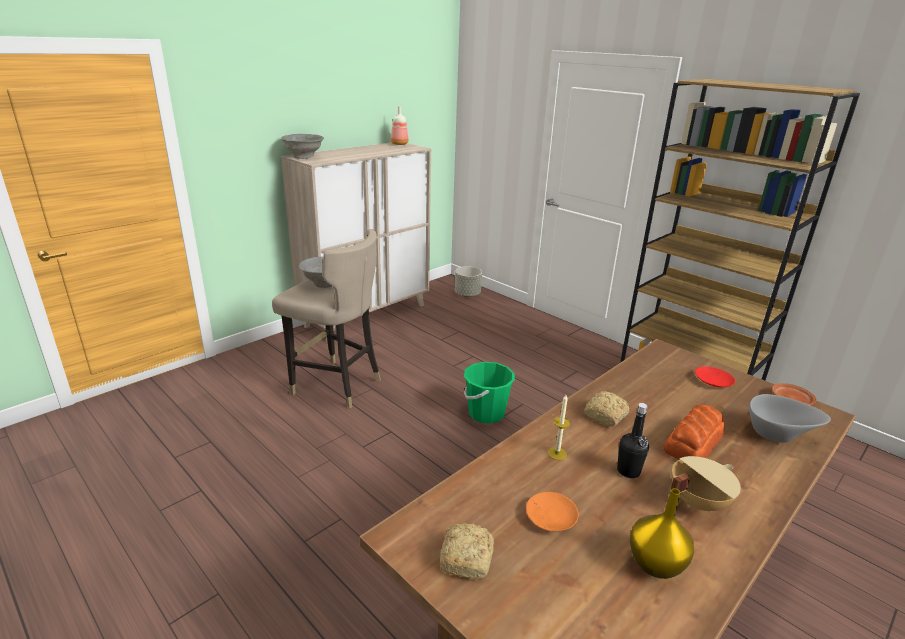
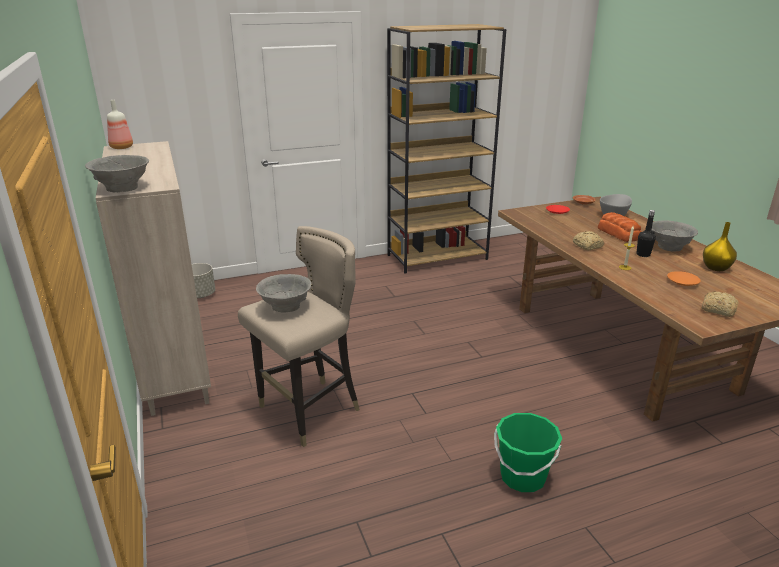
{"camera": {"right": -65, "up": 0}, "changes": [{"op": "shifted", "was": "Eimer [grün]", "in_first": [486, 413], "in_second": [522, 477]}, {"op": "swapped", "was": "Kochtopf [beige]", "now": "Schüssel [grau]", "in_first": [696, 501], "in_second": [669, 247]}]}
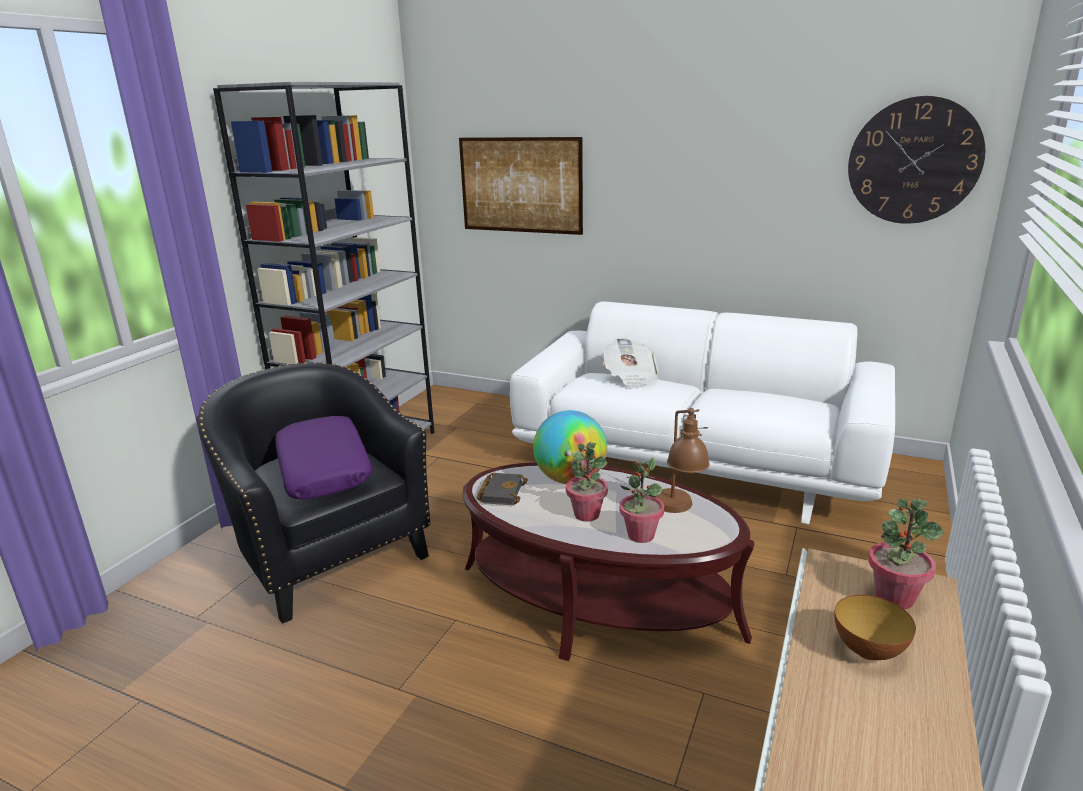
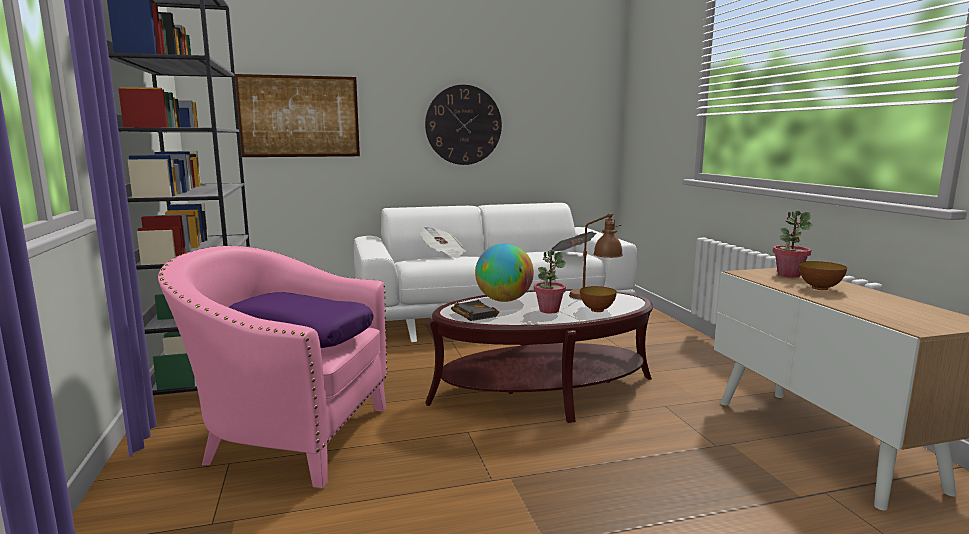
{"camera": {"right": -40, "up": -10}, "changes": [{"op": "repainted", "was": "Sessel [schwarz]", "now": "Sessel [rosa]", "in_first": [328, 555], "in_second": [288, 437]}, {"op": "swapped", "was": "Topfpflanze", "now": "Schüssel", "in_first": [640, 535], "in_second": [597, 310]}, {"op": "shifted", "was": "Wanduhr", "in_first": [914, 161], "in_second": [463, 125]}, {"op": "new", "now": "Zeitung", "in_second": [572, 254]}]}
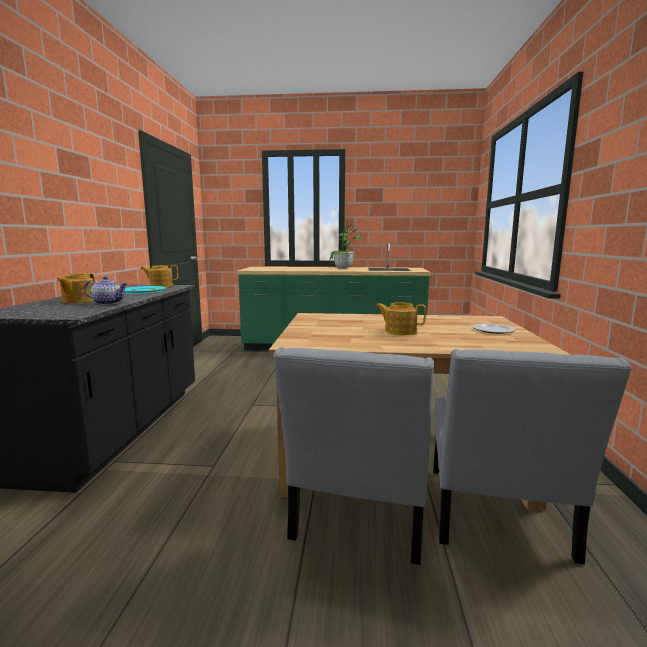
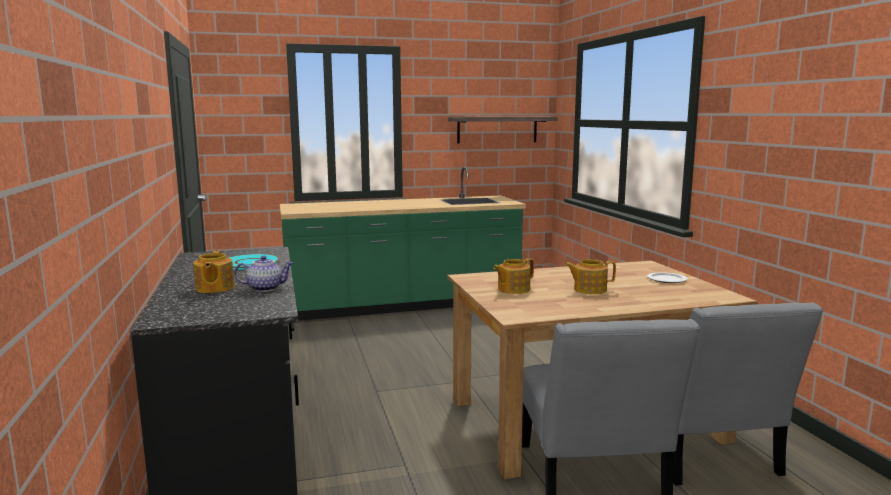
{"camera": {"right": -20, "up": 0}, "changes": [{"op": "shifted", "was": "Teekanne", "in_first": [160, 286], "in_second": [513, 289]}, {"op": "gone", "was": "Topfpflanze", "in_first": [344, 268]}, {"op": "new", "now": "Wandregal", "in_second": [497, 129]}]}
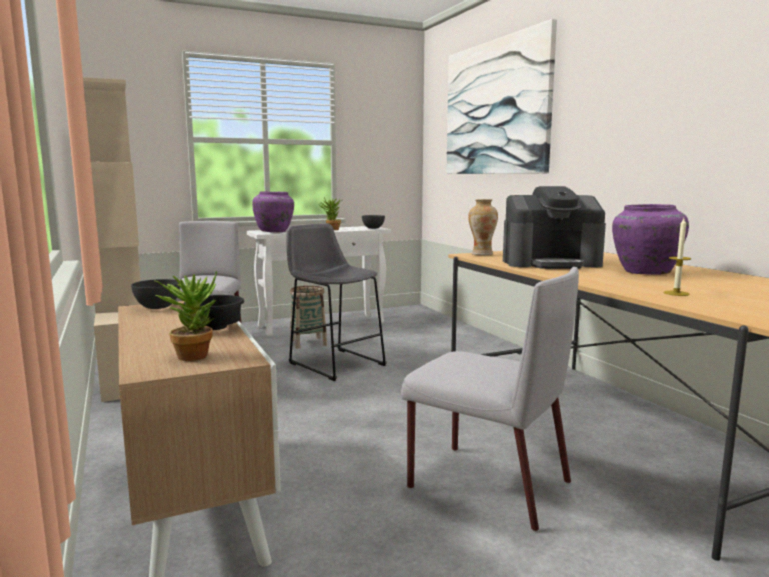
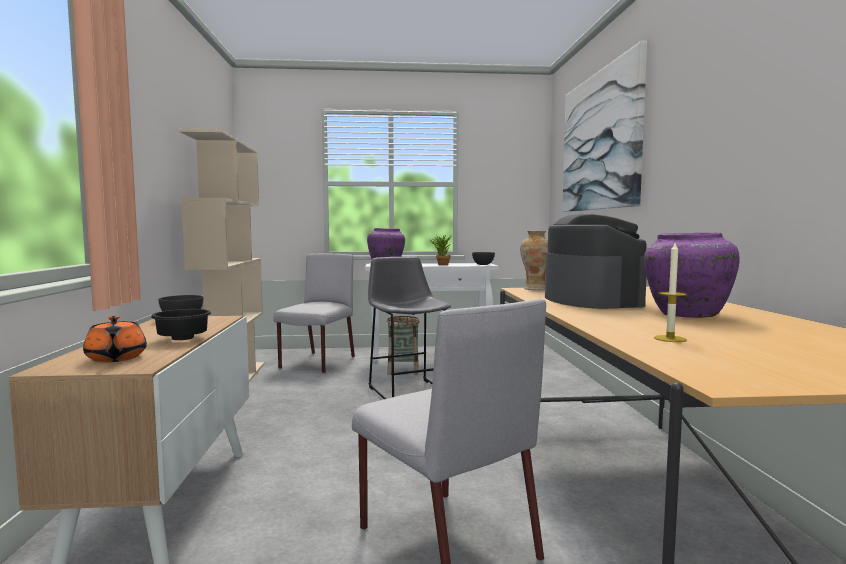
{"camera": {"right": 20, "up": -5}, "changes": [{"op": "swapped", "was": "Topfpflanze", "now": "Teekanne [orange]", "in_first": [194, 354], "in_second": [116, 358]}, {"op": "rotated", "was": "Kaffeemaschine", "in_first": [551, 263], "in_second": [591, 300], "clockwise": -120}]}
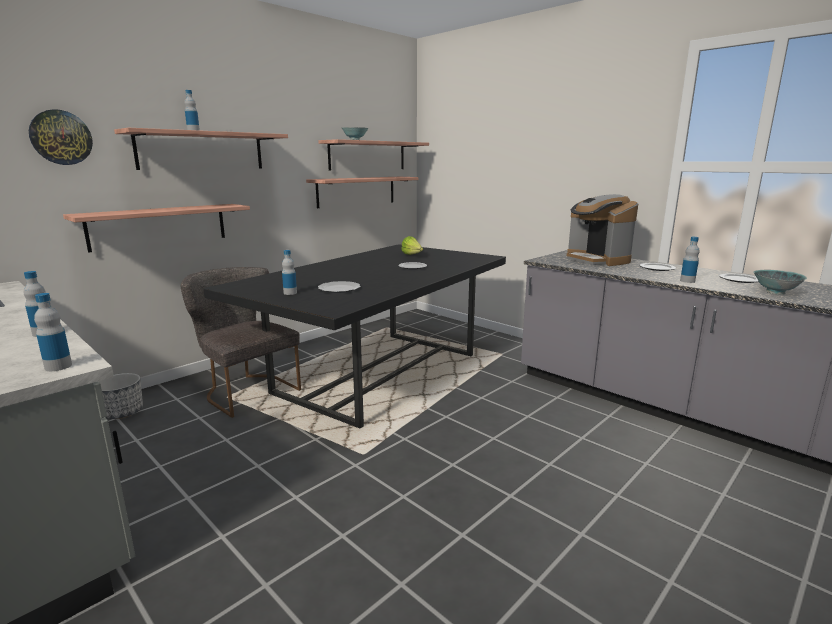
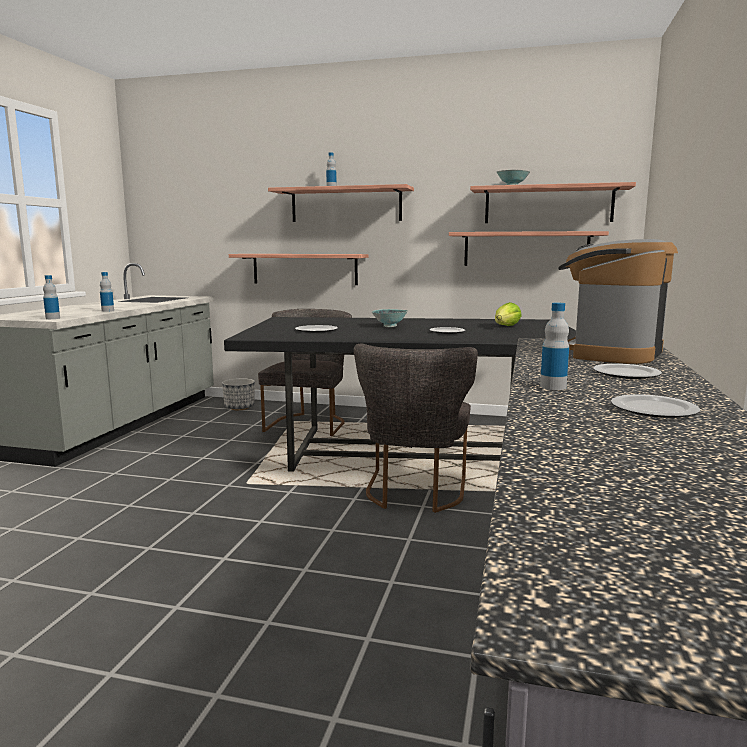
{"camera": {"right": 60, "up": -5}, "changes": [{"op": "gone", "was": "Wanduhr", "in_first": [61, 137]}, {"op": "gone", "was": "Flasche", "in_first": [290, 293]}, {"op": "shifted", "was": "Schüssel", "in_first": [775, 292], "in_second": [390, 326]}, {"op": "new", "now": "Stuhl [grau]", "in_second": [414, 493]}]}
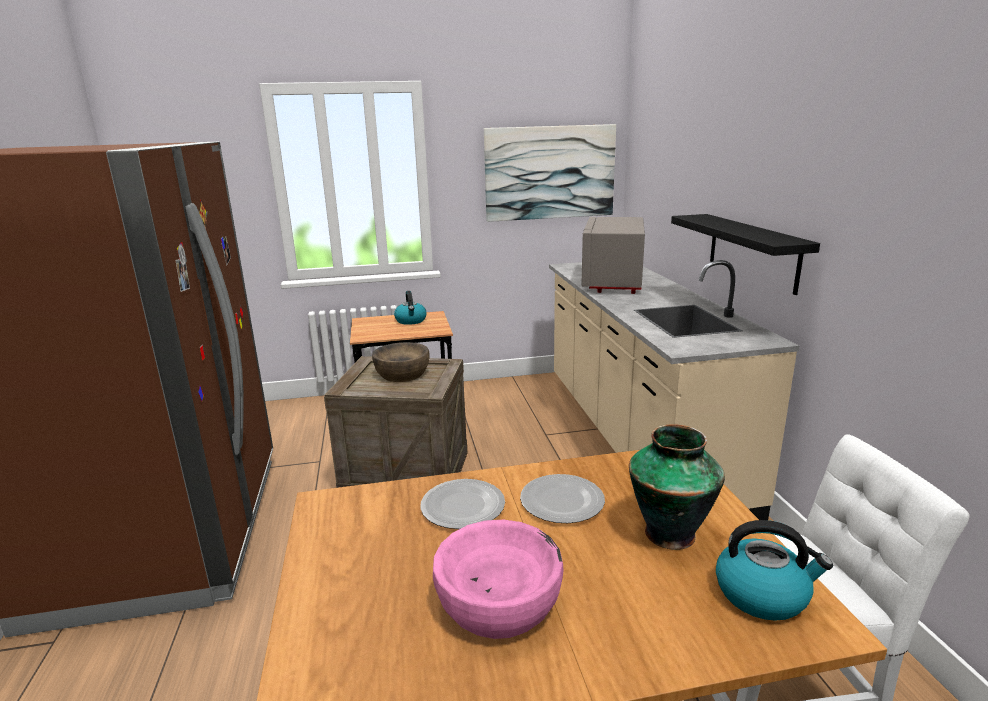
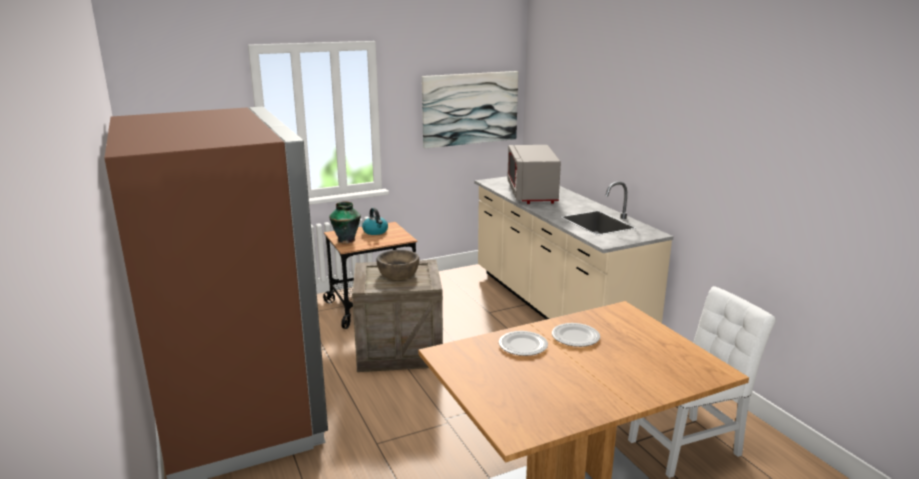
{"camera": {"right": -15, "up": 0}, "changes": [{"op": "gone", "was": "Schüssel [rosa]", "in_first": [498, 602]}, {"op": "shifted", "was": "Vase", "in_first": [669, 532], "in_second": [346, 240]}, {"op": "gone", "was": "Wandregal [schwarz]", "in_first": [752, 251]}, {"op": "gone", "was": "Wasserkessel", "in_first": [762, 594]}]}
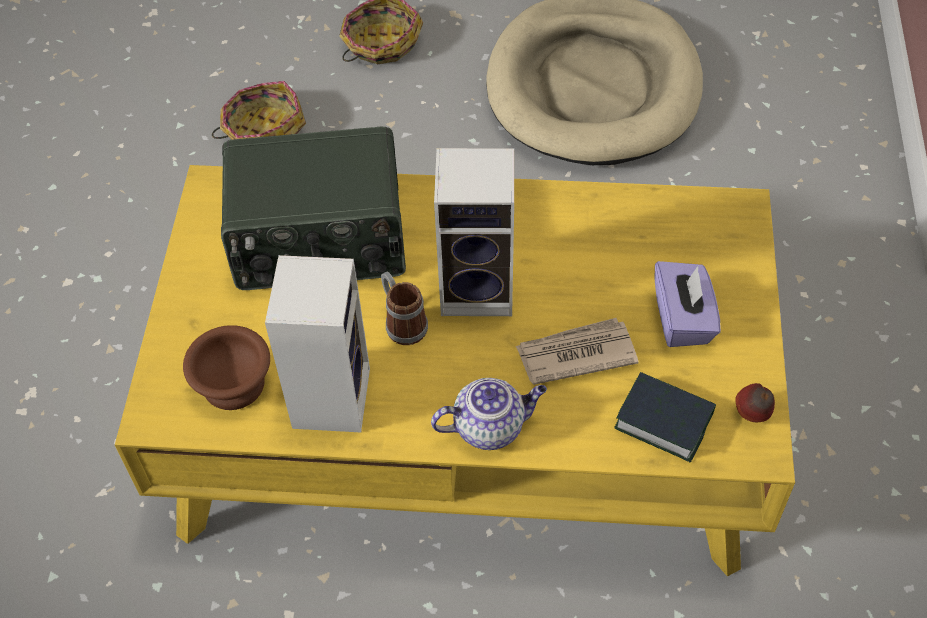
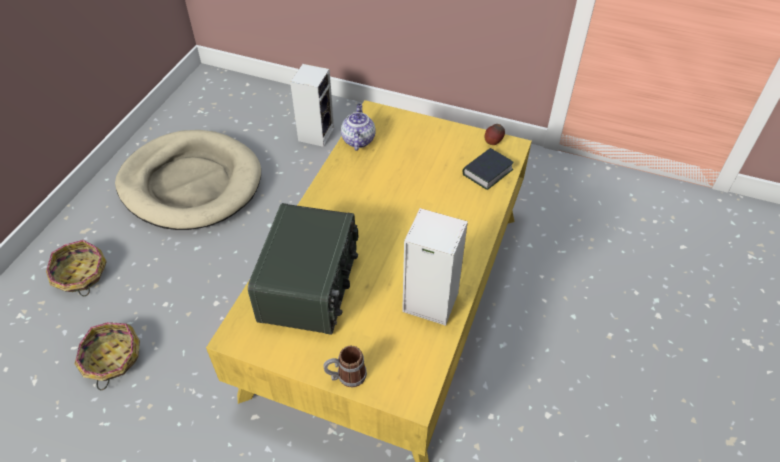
{"camera": {"right": -75, "up": -5}, "changes": [{"op": "gone", "was": "Schüssel [braun]", "in_first": [233, 386]}, {"op": "shifted", "was": "Henkelbecher", "in_first": [402, 322], "in_second": [346, 376]}, {"op": "shifted", "was": "Teekanne", "in_first": [490, 426], "in_second": [358, 140]}, {"op": "shifted", "was": "Lautsprecher", "in_first": [480, 288], "in_second": [316, 133]}, {"op": "gone", "was": "Zeitung", "in_first": [575, 354]}, {"op": "gone", "was": "Taschentuchbox [lila]", "in_first": [683, 319]}]}
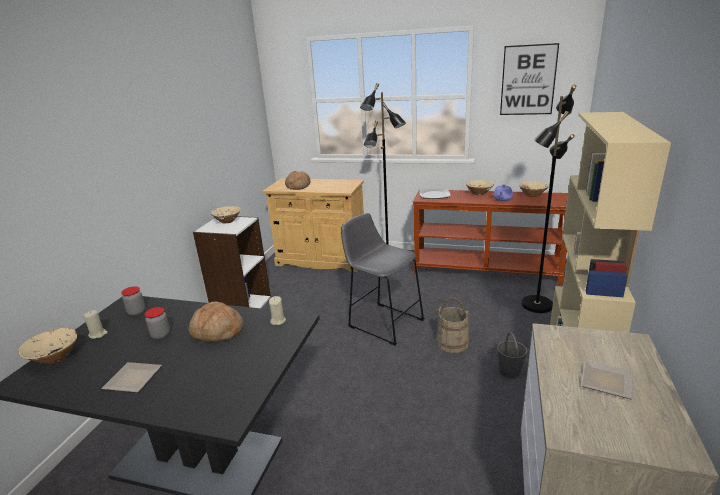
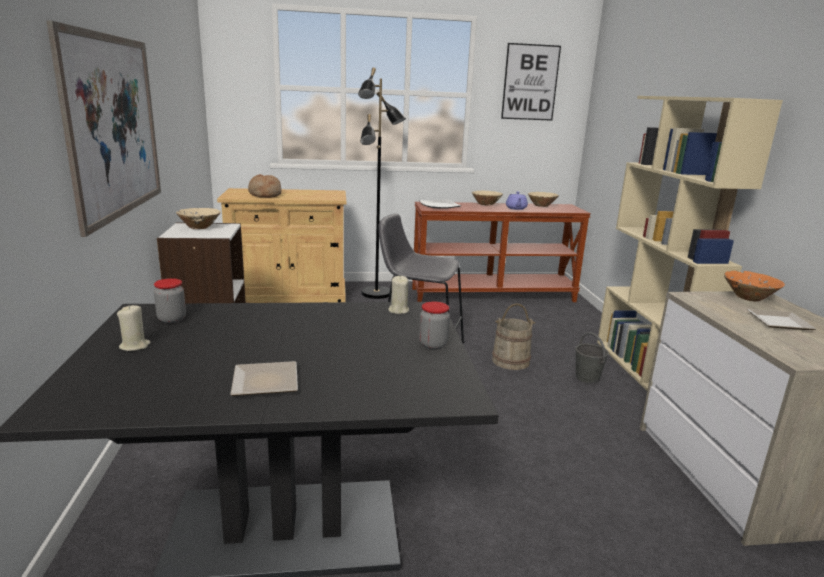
{"camera": {"right": -25, "up": -5}, "changes": [{"op": "gone", "was": "Schüssel [beige]", "in_first": [55, 358]}, {"op": "shifted", "was": "Vorratsglas", "in_first": [161, 335], "in_second": [433, 344]}, {"op": "gone", "was": "Brot", "in_first": [217, 331]}, {"op": "gone", "was": "Stehlampe [schwarz]", "in_first": [536, 304]}, {"op": "new", "now": "Bild", "in_second": [115, 126]}, {"op": "new", "now": "Schüssel [orange]", "in_second": [748, 298]}]}
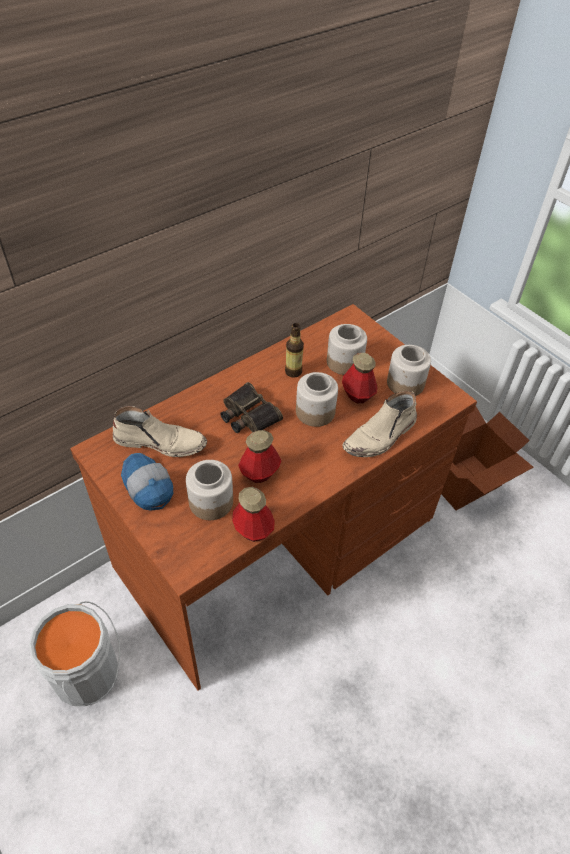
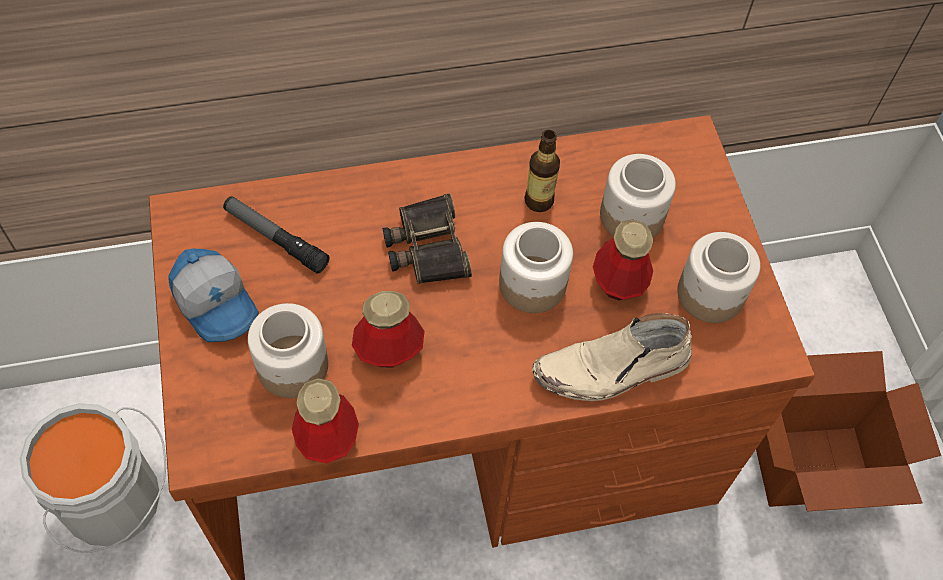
{"camera": {"right": 25, "up": 10}, "changes": [{"op": "swapped", "was": "Stiefel [beige]", "now": "Taschenlampe", "in_first": [161, 442], "in_second": [275, 238]}, {"op": "rotated", "was": "Kappe", "in_first": [147, 487], "in_second": [217, 303], "clockwise": 150}]}
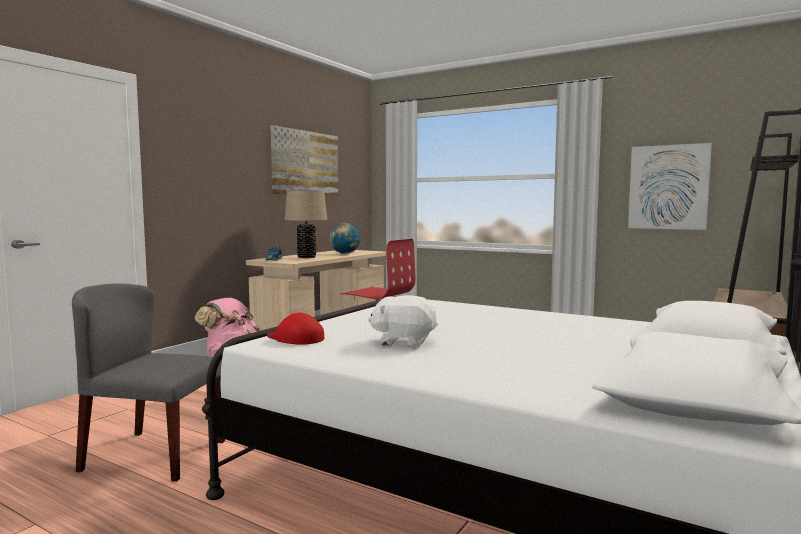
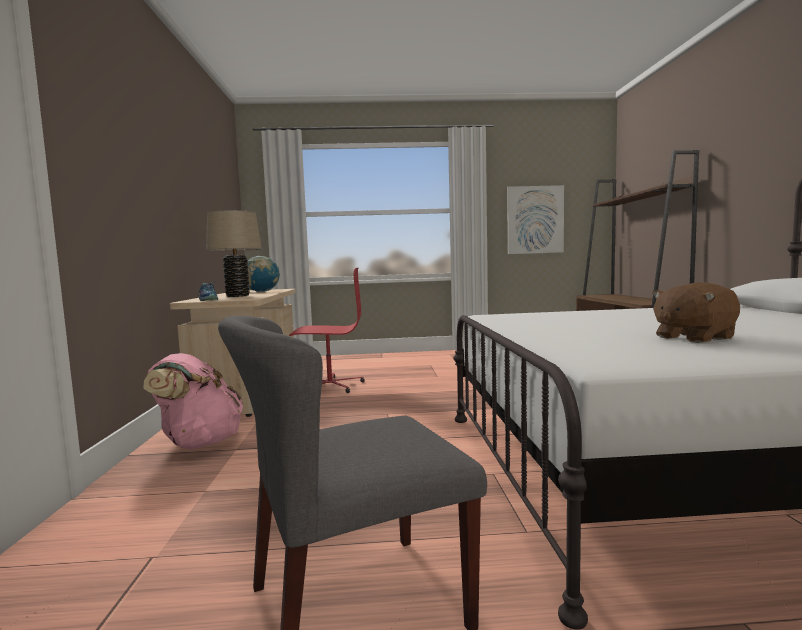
{"camera": {"right": -35, "up": 0}, "changes": [{"op": "gone", "was": "Kappe [rot]", "in_first": [295, 338]}, {"op": "gone", "was": "Bild", "in_first": [306, 163]}, {"op": "repainted", "was": "Plüschtier [weiß]", "now": "Plüschtier [braun]", "in_first": [404, 342], "in_second": [693, 338]}]}
